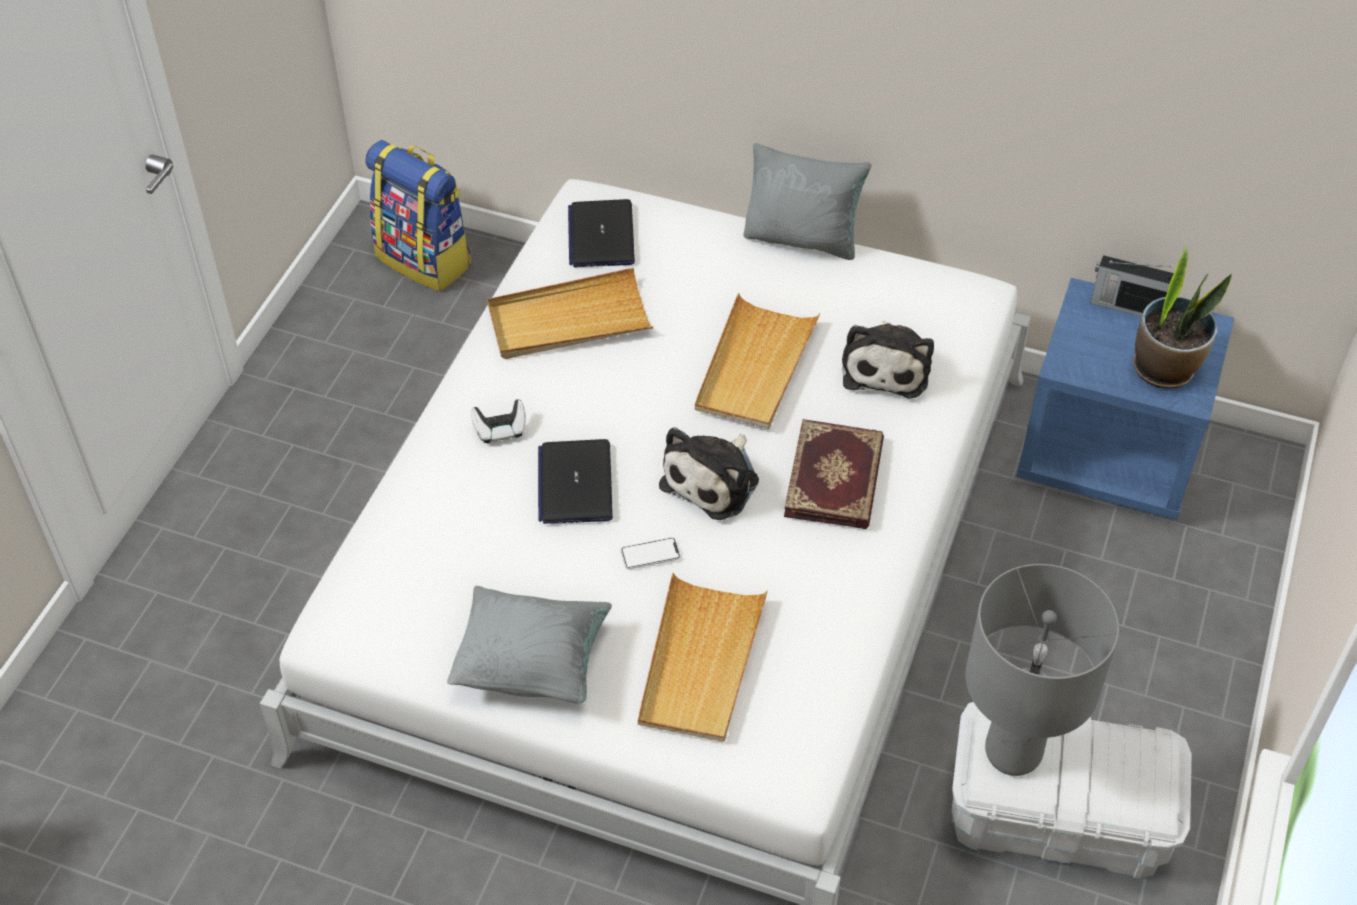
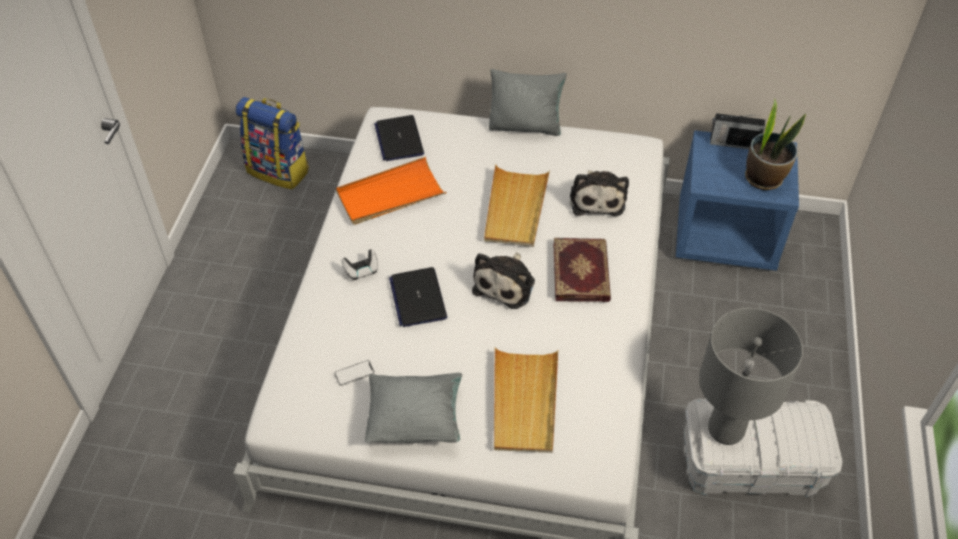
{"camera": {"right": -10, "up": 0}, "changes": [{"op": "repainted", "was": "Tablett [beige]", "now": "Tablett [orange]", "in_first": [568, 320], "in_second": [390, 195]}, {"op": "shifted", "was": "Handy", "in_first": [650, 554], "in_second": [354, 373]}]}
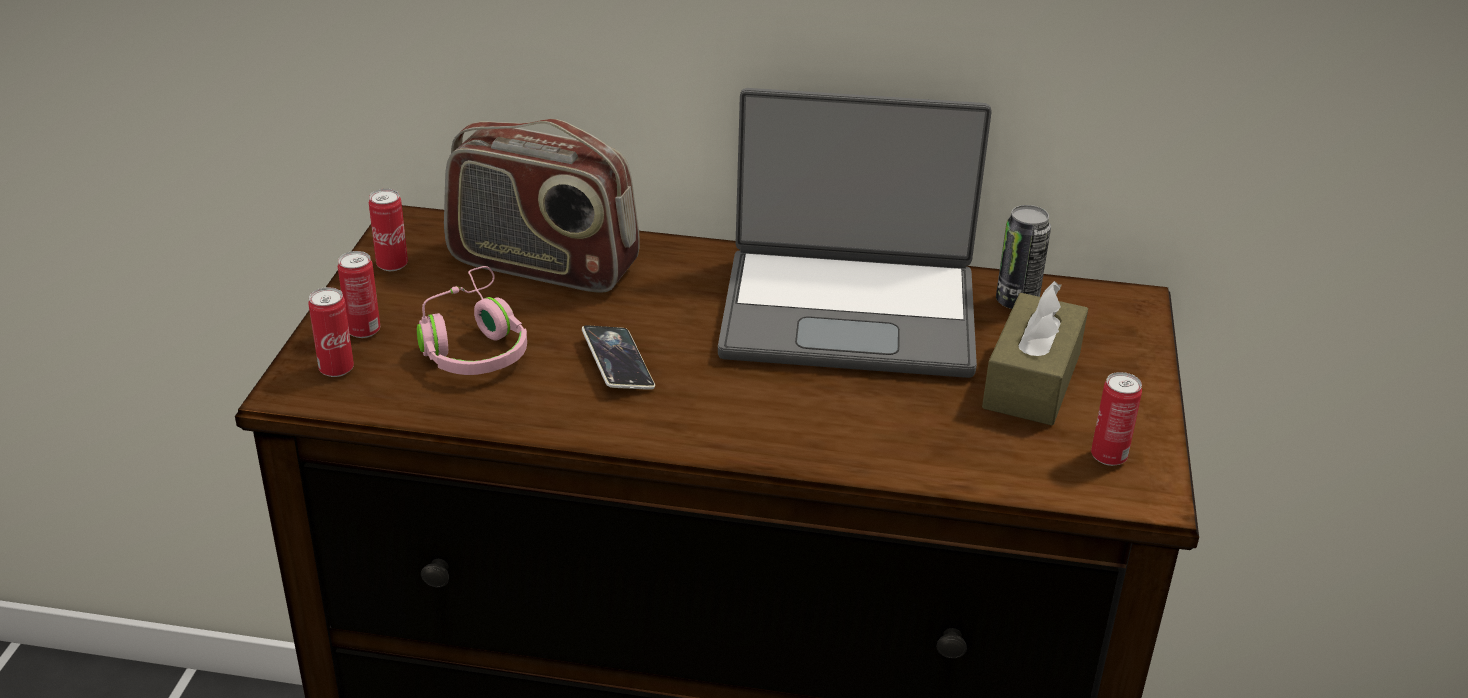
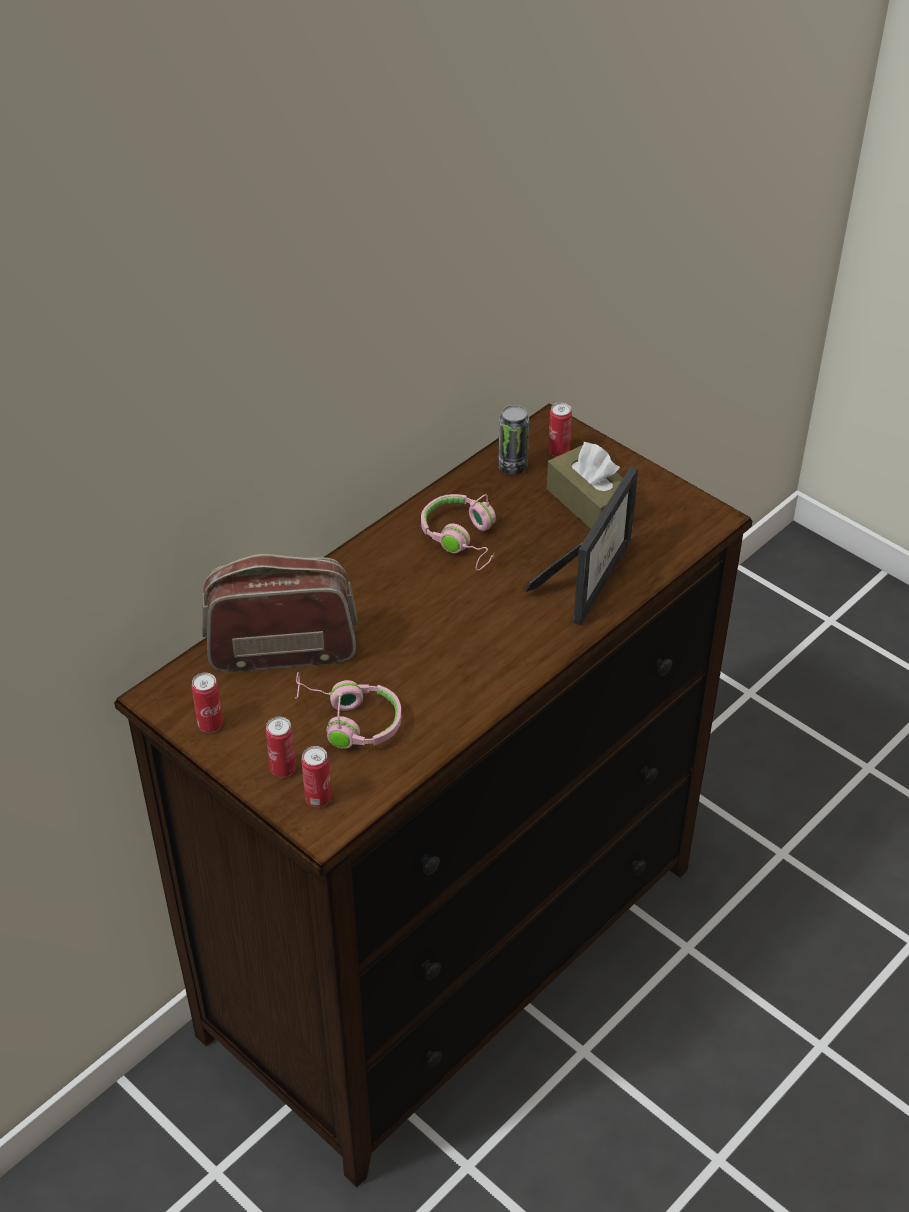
{"camera": {"right": -55, "up": 10}, "changes": [{"op": "rotated", "was": "Radio", "in_first": [542, 265], "in_second": [282, 650], "clockwise": -150}, {"op": "gone", "was": "Handy", "in_first": [618, 363]}, {"op": "swapped", "was": "Laptop", "now": "Kopfhörer [rosa]", "in_first": [849, 313], "in_second": [463, 539]}, {"op": "shifted", "was": "Dose", "in_first": [1108, 457], "in_second": [558, 452]}, {"op": "new", "now": "Bilderrahmen", "in_second": [591, 576]}]}
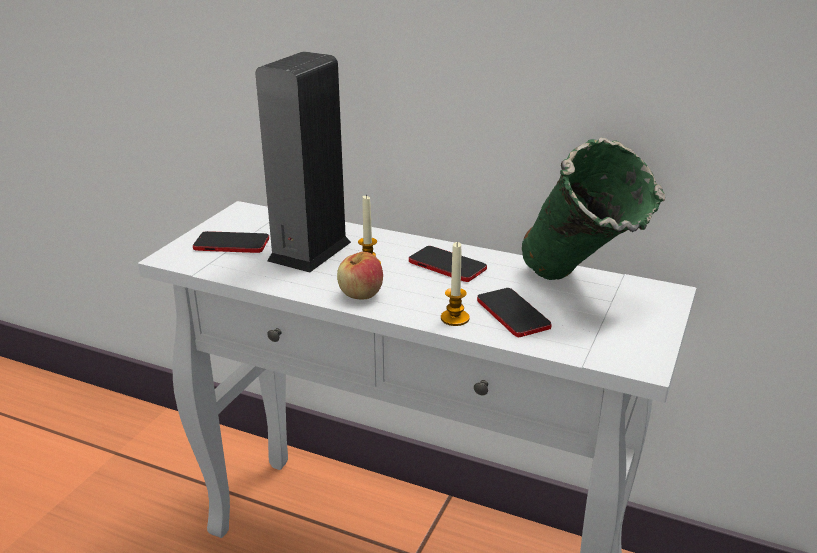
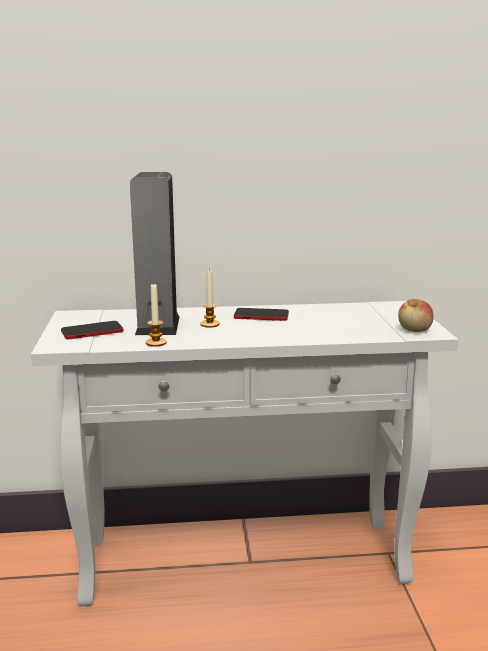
{"camera": {"right": -30, "up": -10}, "changes": [{"op": "shifted", "was": "Apfel", "in_first": [361, 294], "in_second": [414, 330]}, {"op": "shifted", "was": "Kerze", "in_first": [455, 318], "in_second": [156, 343]}, {"op": "gone", "was": "Handy", "in_first": [512, 314]}, {"op": "gone", "was": "Vase [grün]", "in_first": [579, 290]}]}
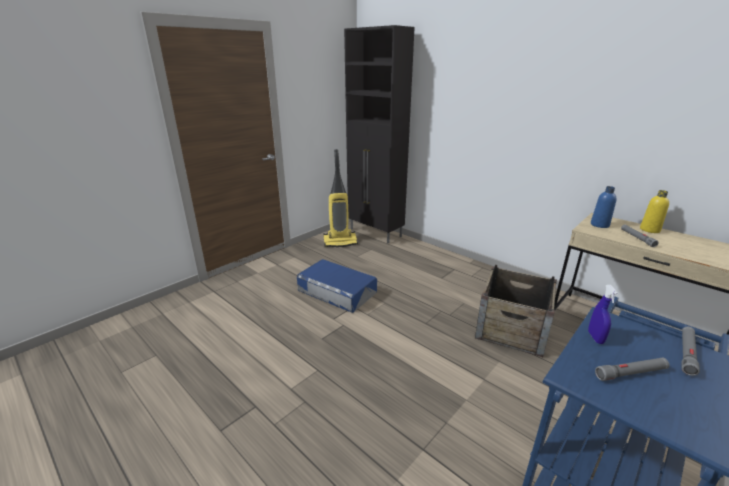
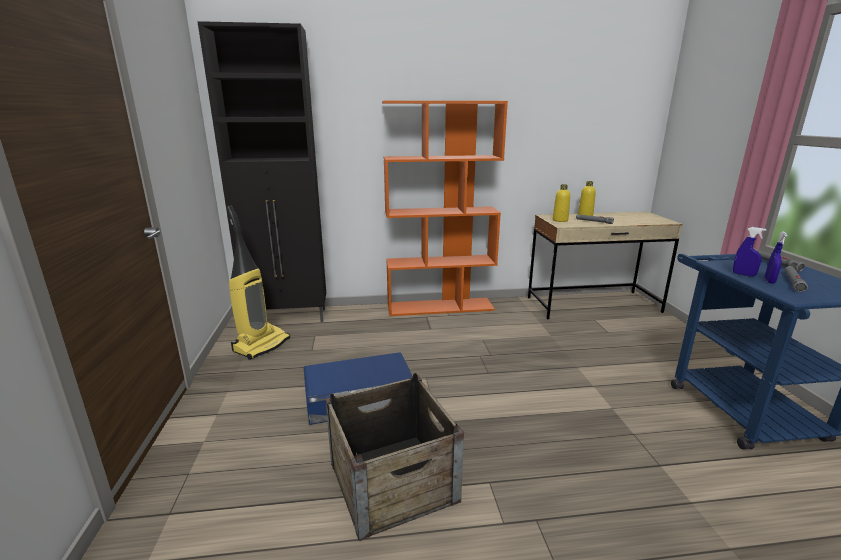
{"camera": {"right": -50, "up": -5}, "changes": [{"op": "shifted", "was": "Kiste", "in_first": [512, 328], "in_second": [393, 481]}, {"op": "repainted", "was": "Flasche [blau]", "now": "Flasche [gelb]", "in_first": [599, 225], "in_second": [560, 220]}, {"op": "new", "now": "Bücherregal [orange]", "in_second": [440, 307]}, {"op": "new", "now": "Sprühflasche [blau]", "in_second": [769, 281]}]}
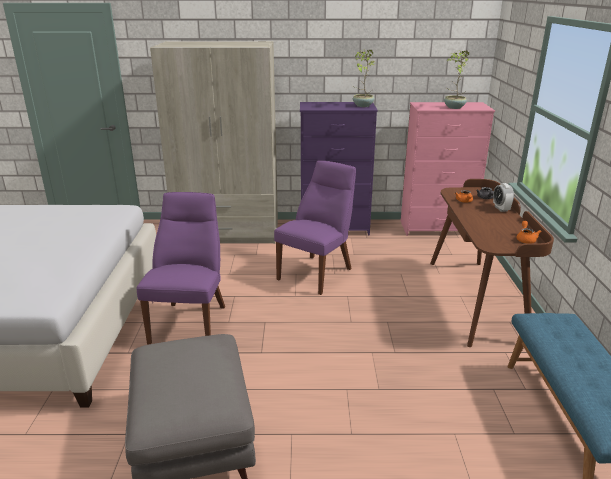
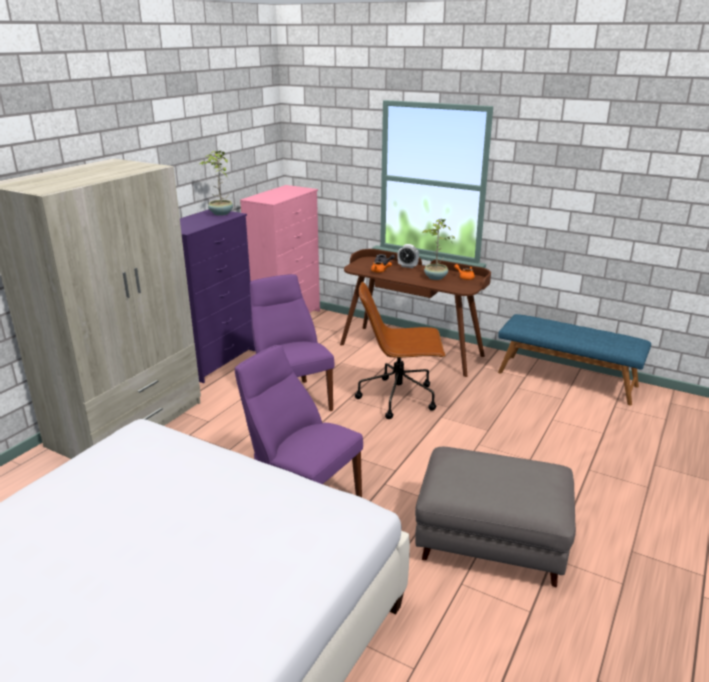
{"camera": {"right": -60, "up": 0}, "changes": [{"op": "shifted", "was": "Topfpflanze", "in_first": [453, 107], "in_second": [435, 278]}, {"op": "new", "now": "Bürostuhl [braun]", "in_second": [399, 397]}]}
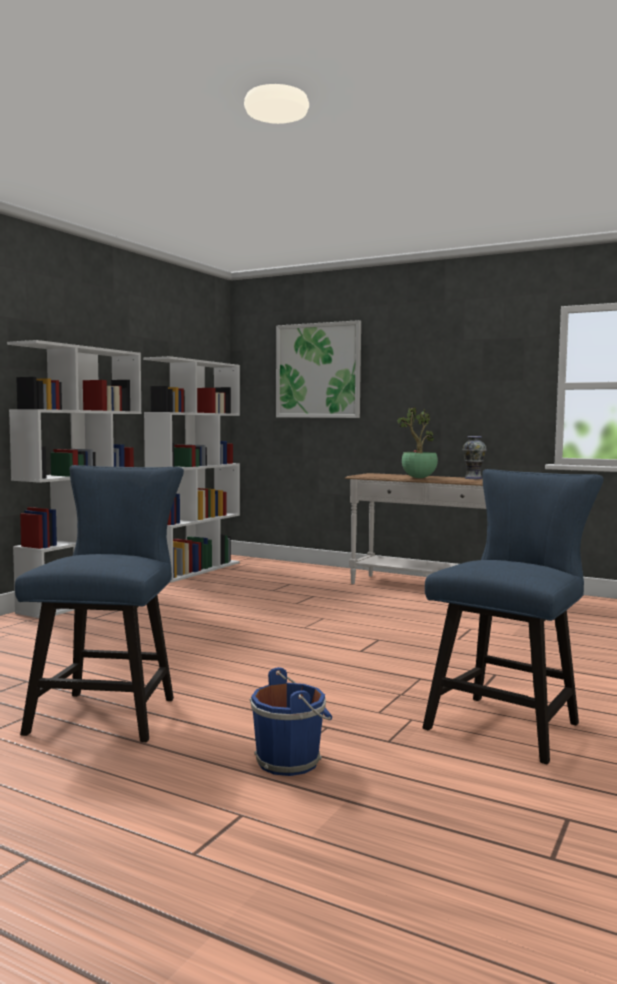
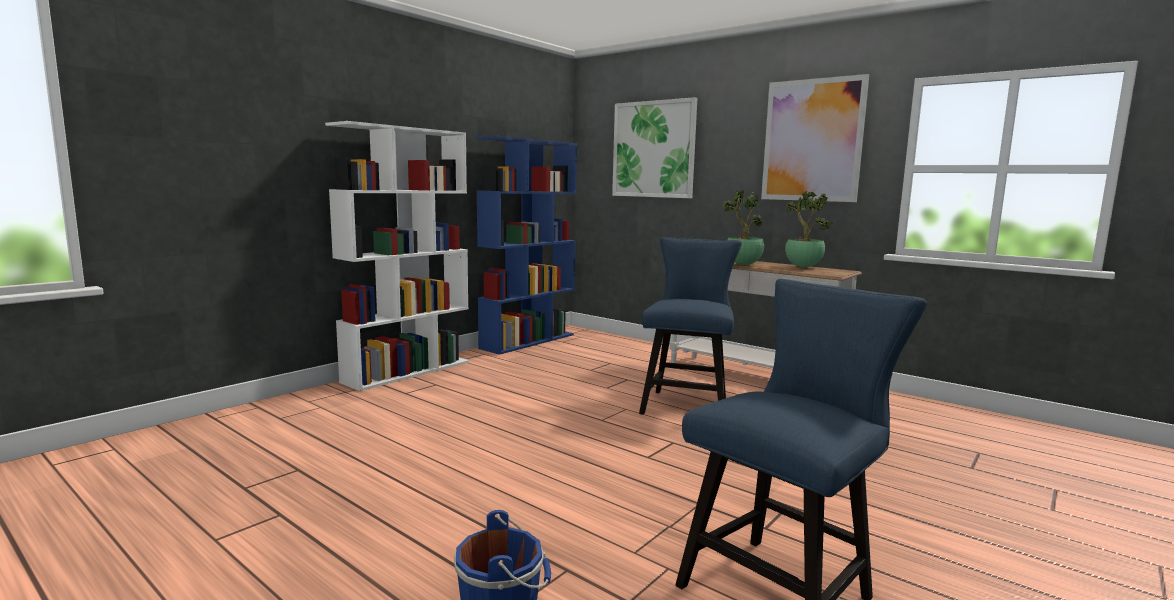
{"camera": {"right": 10, "up": 5}, "changes": [{"op": "shifted", "was": "Stuhl [blau]", "in_first": [109, 712], "in_second": [687, 404]}, {"op": "repainted", "was": "Bücherregal [weiß]", "now": "Bücherregal [blau]", "in_first": [195, 570], "in_second": [528, 341]}, {"op": "swapped", "was": "Vase", "now": "Topfpflanze", "in_first": [473, 478], "in_second": [802, 267]}, {"op": "new", "now": "Bild", "in_second": [812, 140]}]}
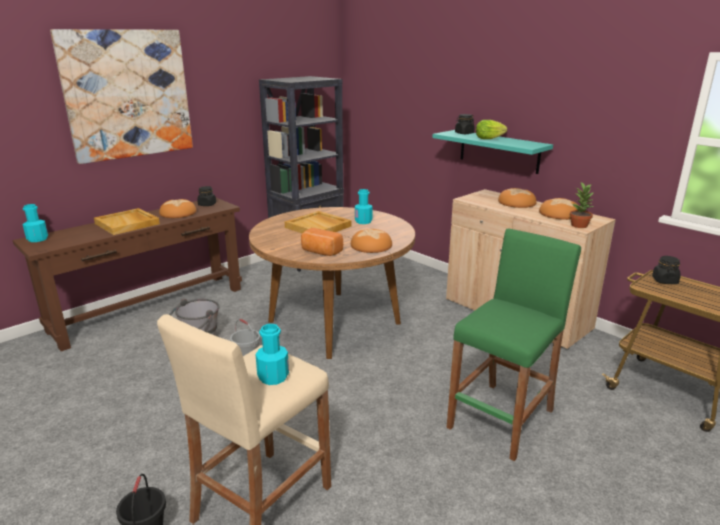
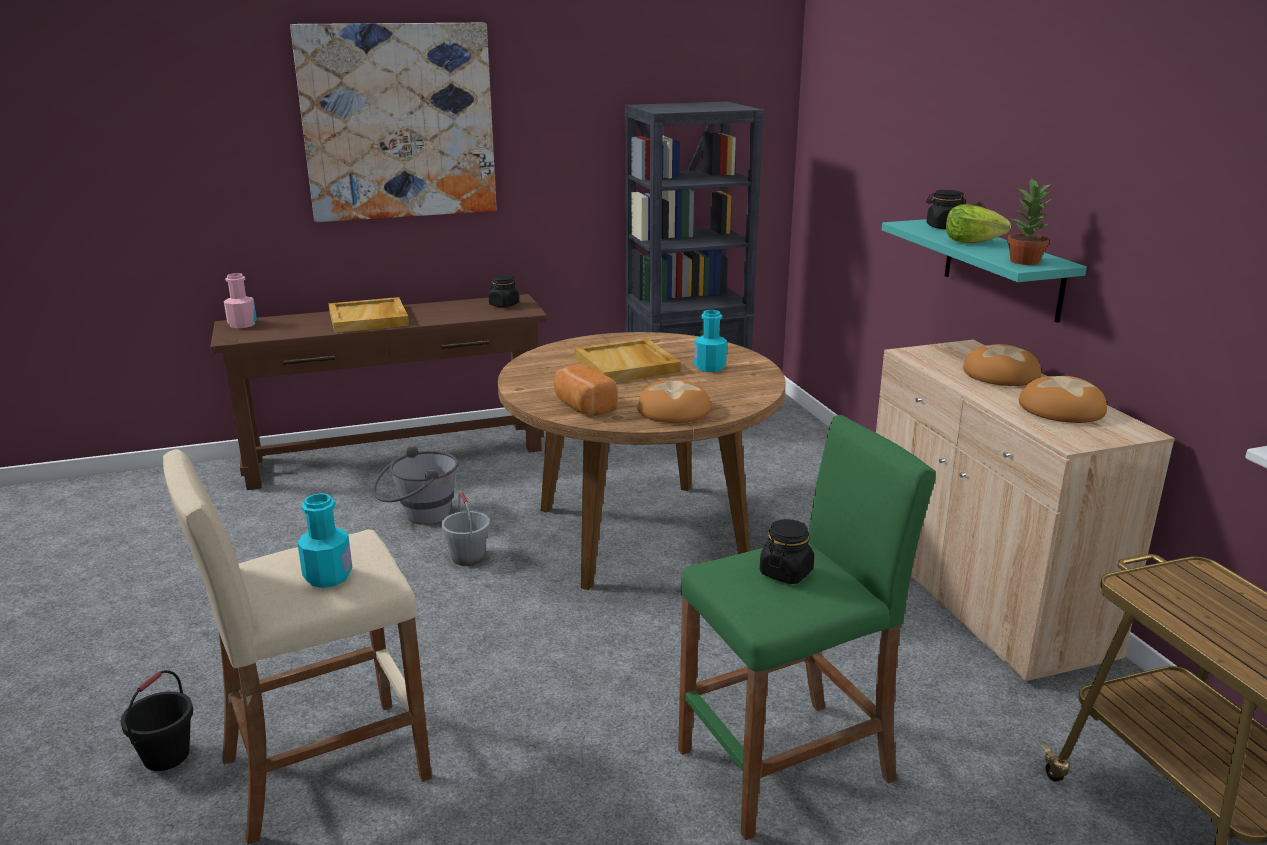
{"camera": {"right": 25, "up": 0}, "changes": [{"op": "repainted", "was": "Flasche [türkis]", "now": "Flasche [rosa]", "in_first": [37, 239], "in_second": [242, 324]}, {"op": "gone", "was": "Brot", "in_first": [178, 213]}, {"op": "shifted", "was": "Topfpflanze", "in_first": [579, 225], "in_second": [1025, 261]}, {"op": "shifted", "was": "Vorratsglas [schwarz]", "in_first": [664, 281], "in_second": [786, 572]}]}
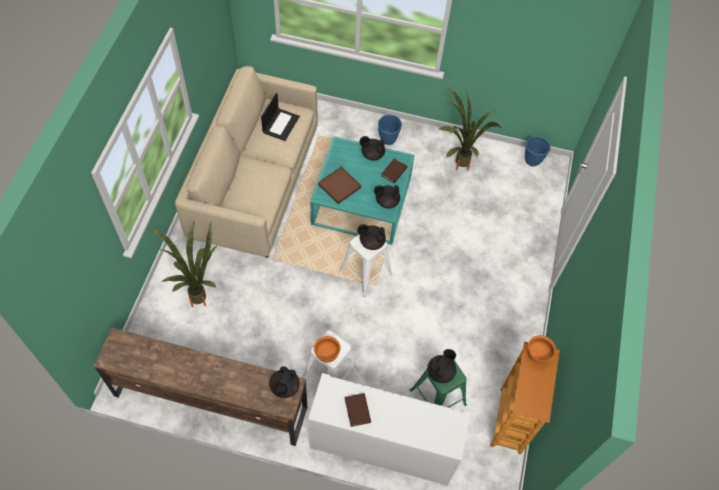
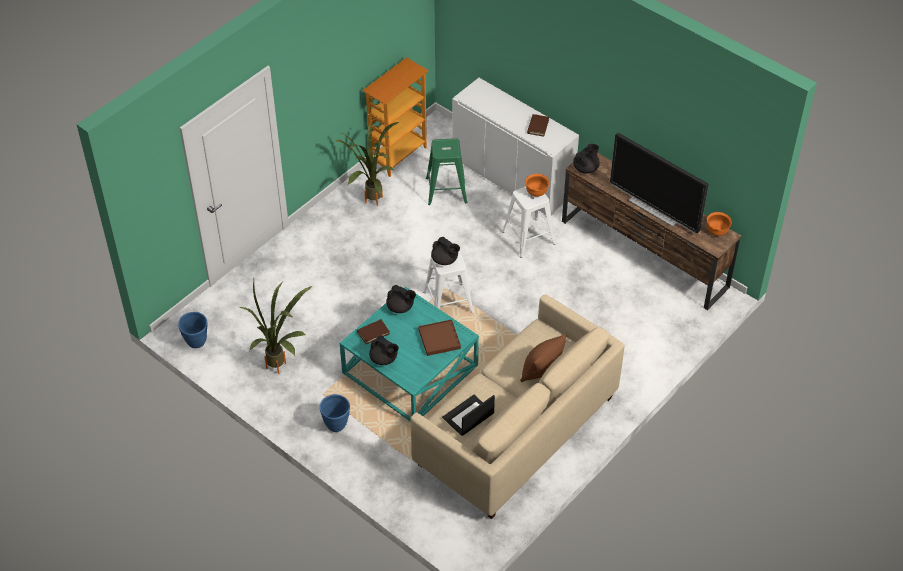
{"camera": {"right": -150, "up": -10}, "changes": [{"op": "shifted", "was": "Topfpflanze", "in_first": [200, 295], "in_second": [370, 203]}, {"op": "gone", "was": "Teekanne [schwarz]", "in_first": [441, 372]}, {"op": "shifted", "was": "Schüssel [orange]", "in_first": [537, 354], "in_second": [717, 231]}, {"op": "new", "now": "Kissen [braun]", "in_second": [541, 371]}, {"op": "new", "now": "Fernseher", "in_second": [655, 209]}]}
